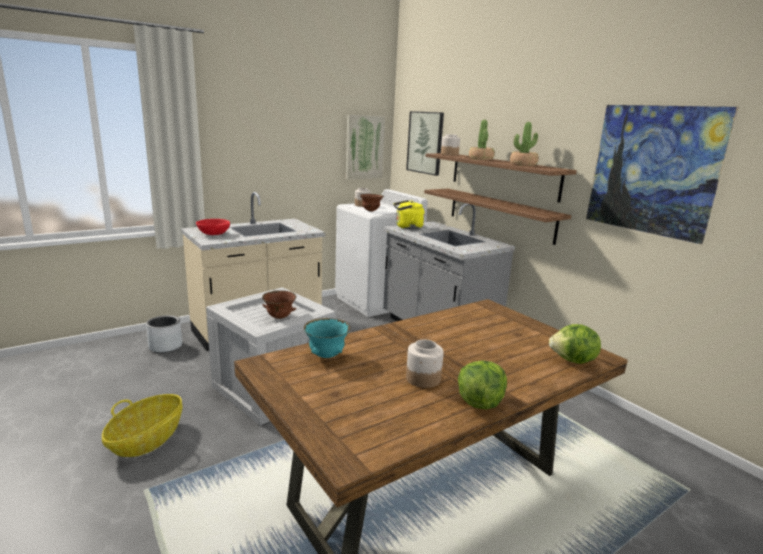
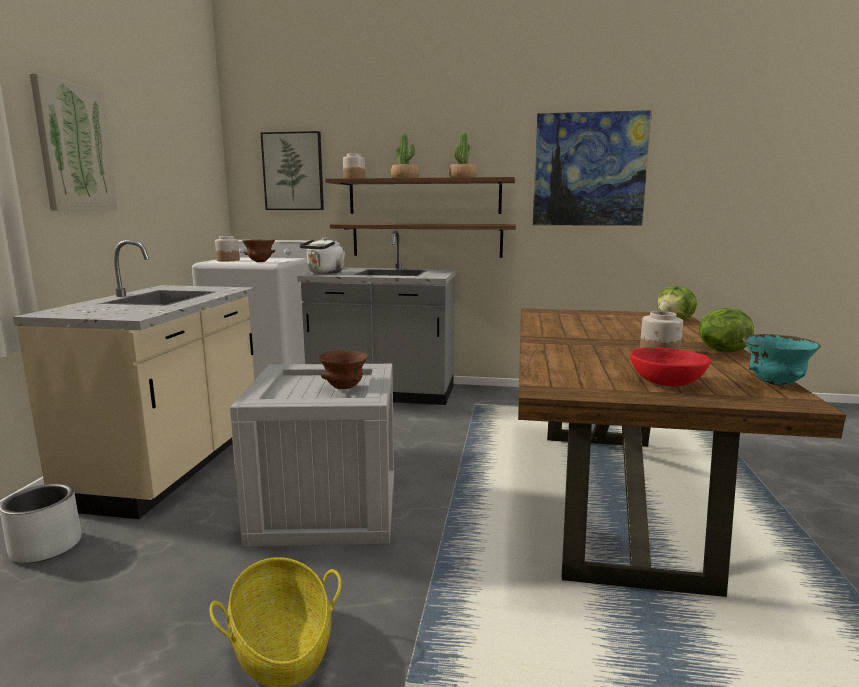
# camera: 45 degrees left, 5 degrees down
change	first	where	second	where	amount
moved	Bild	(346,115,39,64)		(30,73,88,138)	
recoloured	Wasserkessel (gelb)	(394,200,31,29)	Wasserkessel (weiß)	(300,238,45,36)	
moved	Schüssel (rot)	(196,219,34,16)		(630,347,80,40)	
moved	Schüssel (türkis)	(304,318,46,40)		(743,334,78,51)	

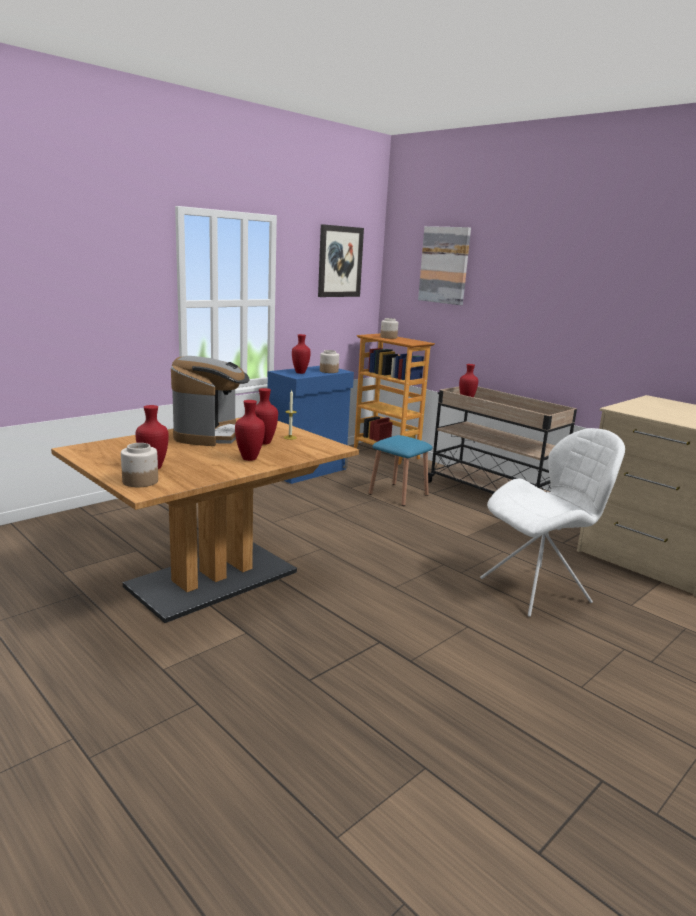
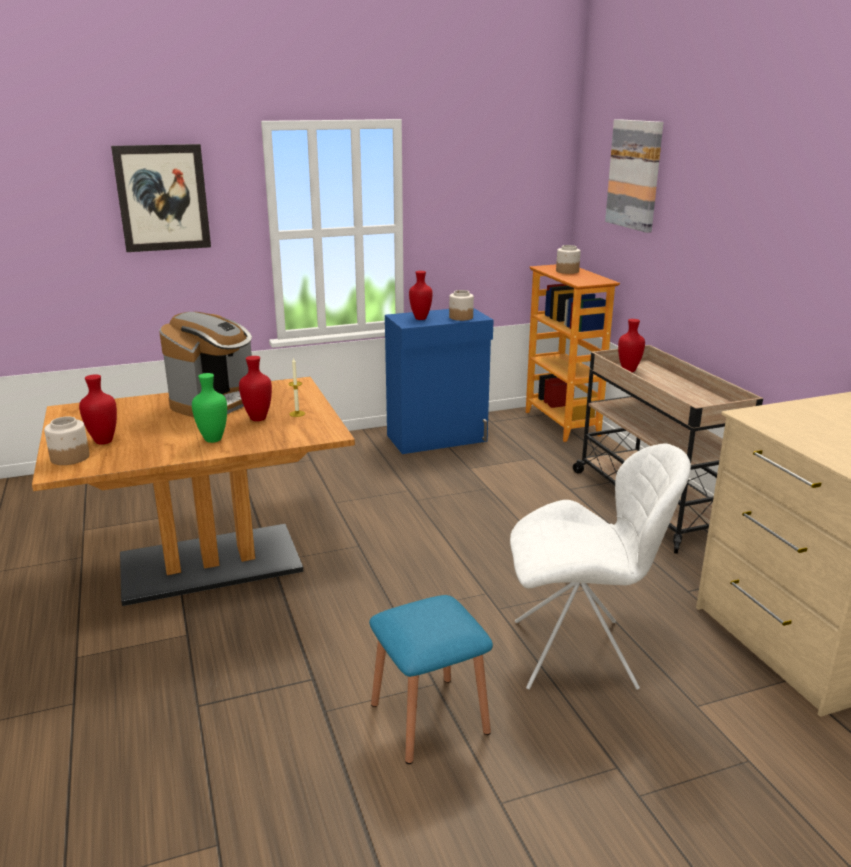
# camera: 25 degrees right, 5 degrees up
change	first	where	second	where	amount
moved	Bild	(318,224,46,73)		(111,144,100,108)	
recoloured	Vase (rot)	(235,400,30,61)	Vase (grün)	(192,373,35,70)	
moved	Hocker (blau)	(369,435,63,71)		(369,595,124,169)	

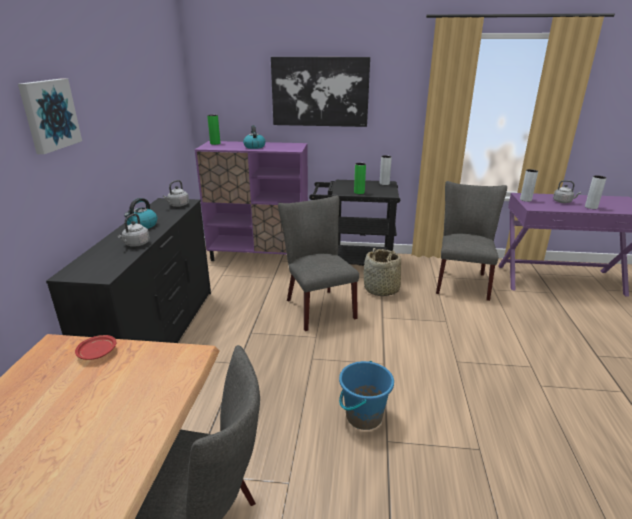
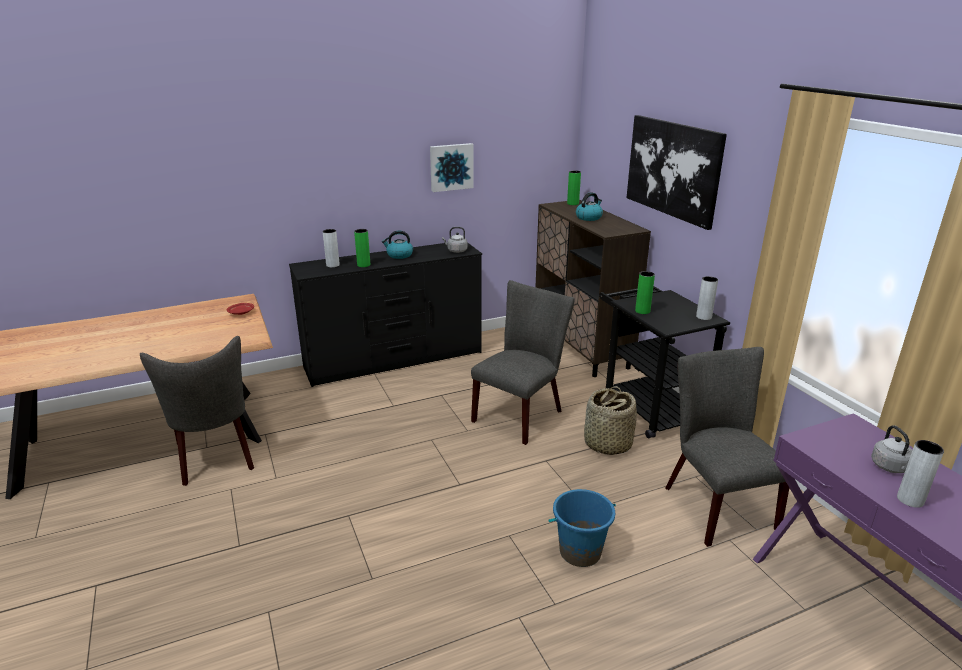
# camera: 60 degrees right, 0 degrees up
change	first	where	second	where	amount
moved	Bild	(18,78,64,76)		(430,143,44,49)	
recoloured	Schrank (lila)	(195,141,113,120)	Schrank (braun)	(536,199,115,178)	
moved	Vase (grau)	(520,169,18,33)		(323,229,17,39)	
turned	Stuhl (grau)	(436,181,71,120)		(665,347,124,200)	90 degrees counterclockwise
replaced	Wasserkessel (grau)	(117,213,33,34)	Vase (grün)	(354,229,16,38)	
moved	Eimer (blau)	(339,361,55,69)		(548,489,68,78)	

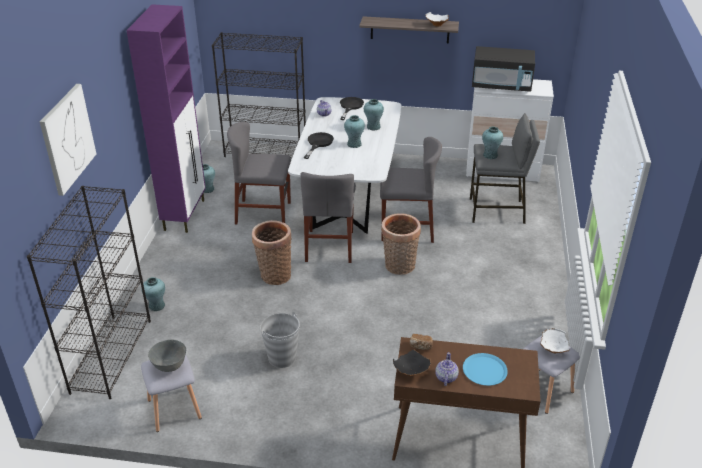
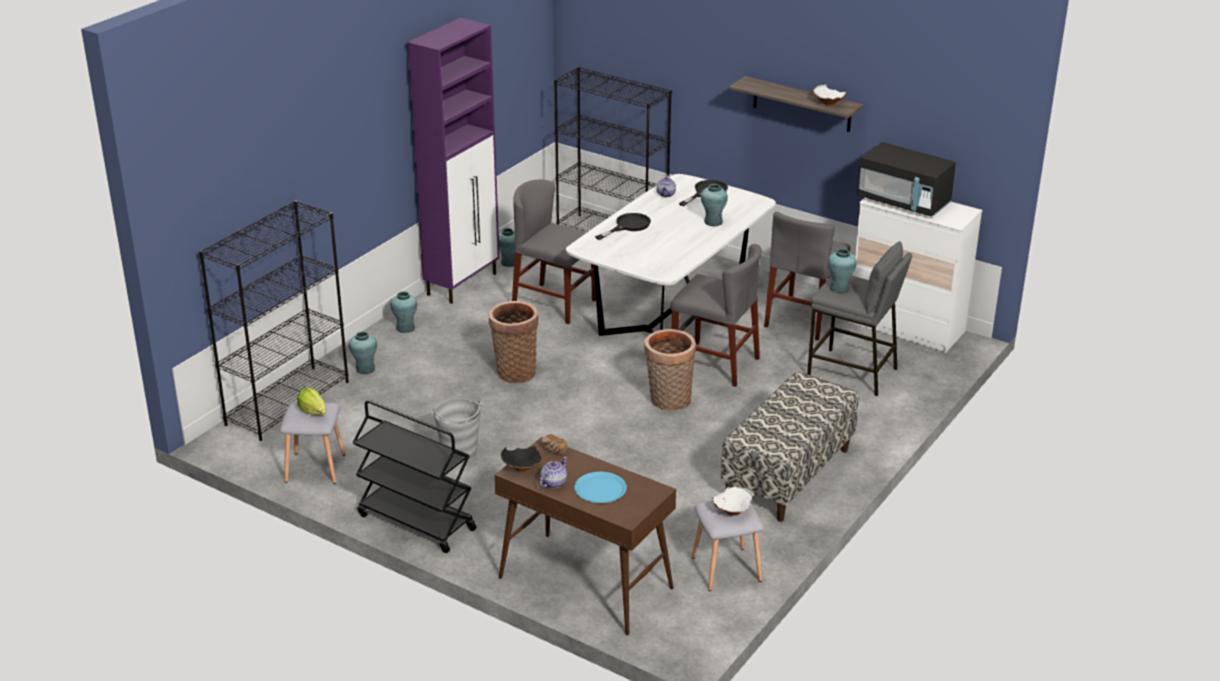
# camera: 25 degrees right, 5 degrees down
change	first	where	second	where	amount
removed	Bild	(40,84,56,112)			
moved	Vase (türkis)	(344,115,21,33)		(391,291,26,42)	
moved	Stuhl (grau)	(301,172,55,91)		(764,212,87,129)	
replaced	Schüssel (grau)	(148,340,38,32)	Salatkopf	(297,387,30,28)	
added			Bank	(721,372,138,150)	
added			Rollwagen (schwarz)	(353,400,123,153)	

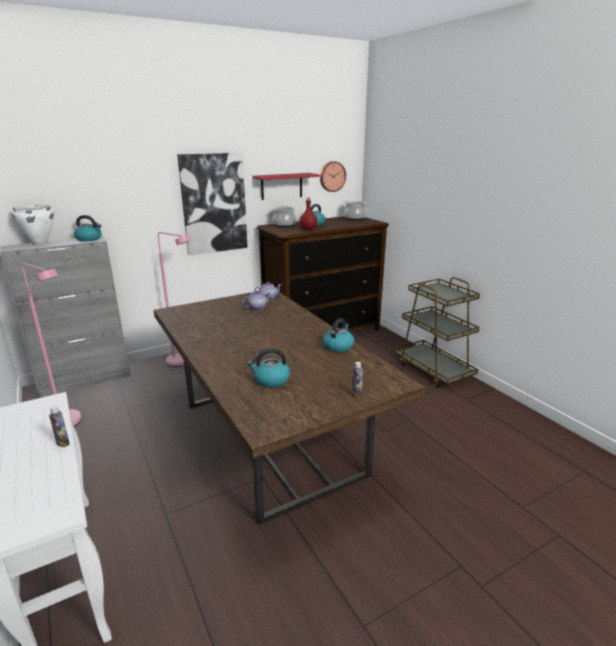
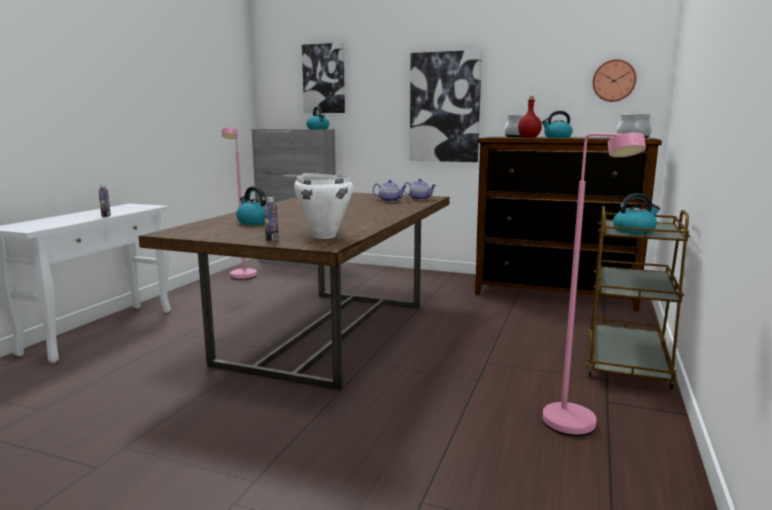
# camera: 50 degrees right, 10 degrees down
change	first	where	second	where	amount
removed	Wandregal (rot)	(253,173,66,27)			
moved	Kochtopf (weiß)	(12,205,42,41)		(294,173,59,66)	
moved	Stehlampe (rosa)	(158,232,33,135)		(543,133,103,303)	
moved	Wasserkessel	(323,318,31,34)		(613,193,47,41)	
added			Bild	(302,43,43,70)	

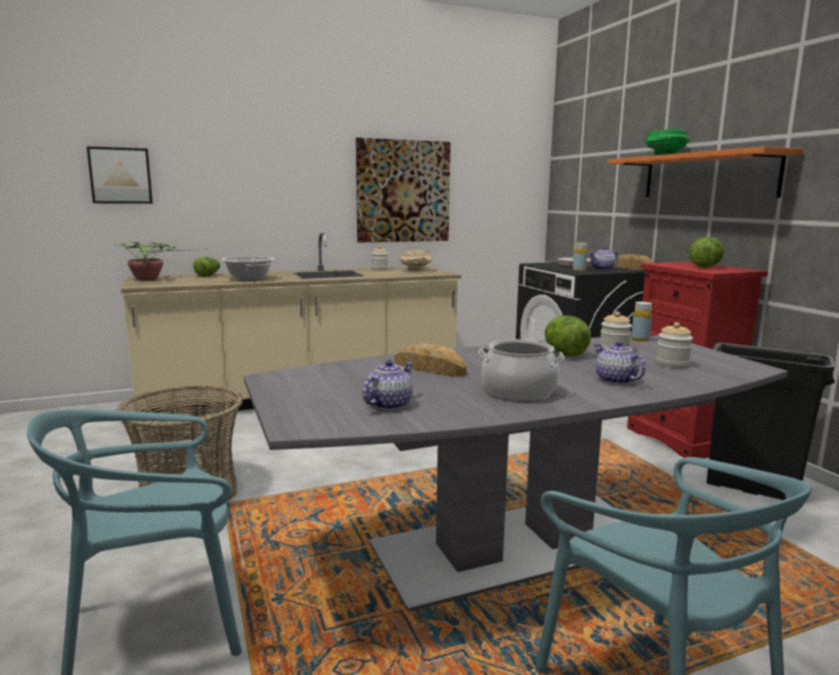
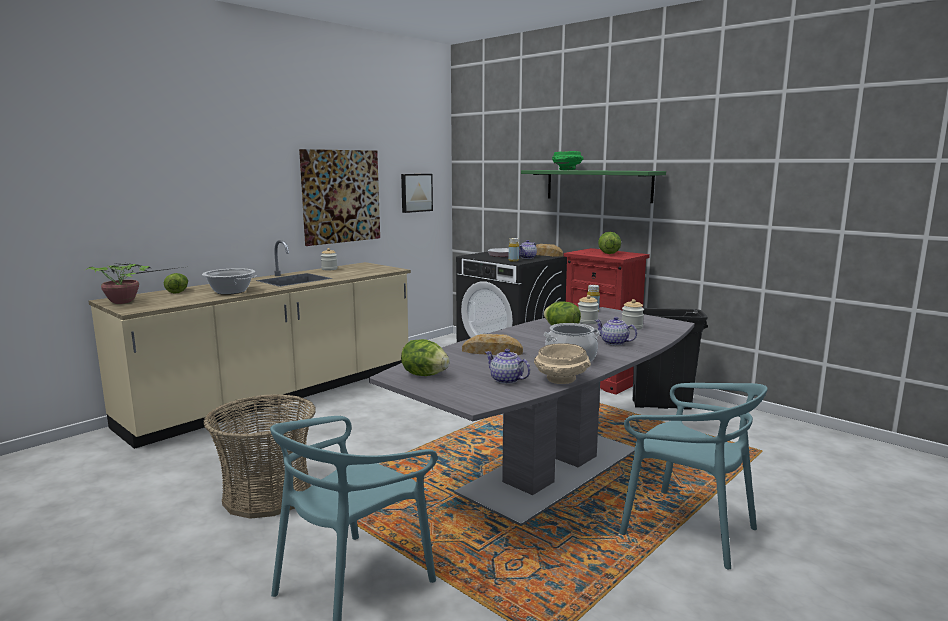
# camera: 25 degrees left, 0 degrees up
change	first	where	second	where	amount
moved	Bild	(87,147,66,57)		(401,174,32,39)	
recoloured	Wandregal (orange)	(608,147,196,50)	Wandregal (grün)	(521,170,145,33)	
moved	Schüssel (beige)	(399,250,34,21)		(534,343,57,41)	
turned	Teekanne	(362,360,51,50)		(485,349,45,35)	60 degrees counterclockwise
added			Salatkopf	(401,339,49,37)	

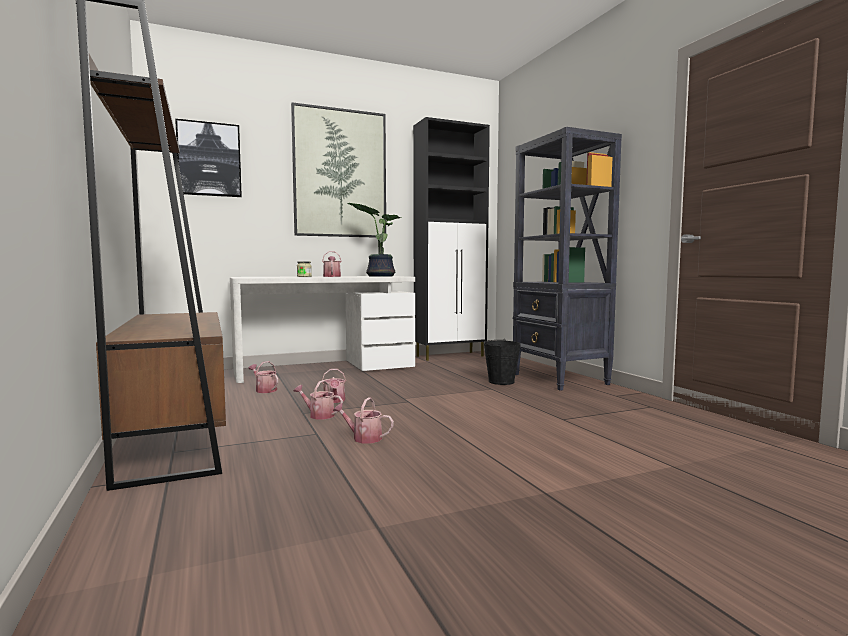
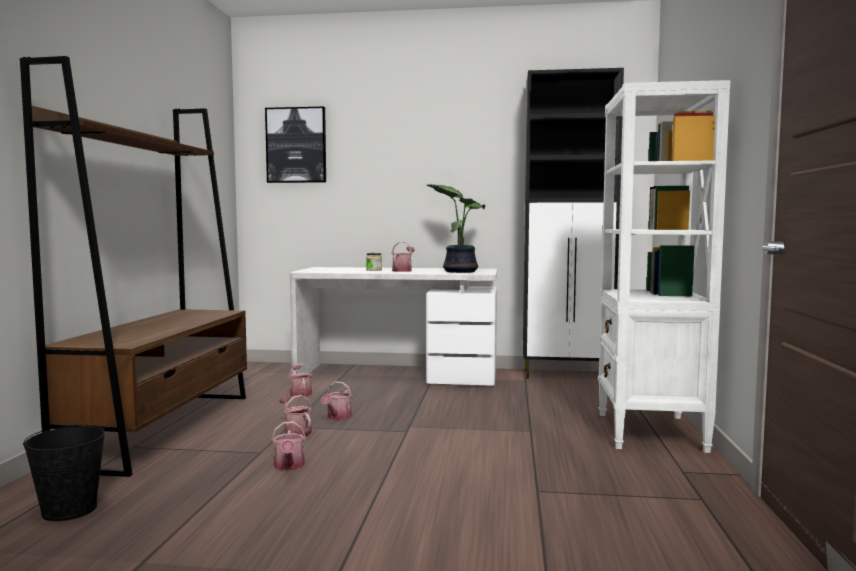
# camera: 30 degrees right, 0 degrees up
change	first	where	second	where	amount
removed	Bild	(291,102,95,136)			
recoloured	Bücherregal (schwarz)	(513,127,109,264)	Bücherregal (weiß)	(598,80,132,373)	
moved	Eimer (schwarz)	(483,339,38,46)		(23,425,82,96)	
turned	Gießkanne	(333,397,61,47)		(272,421,34,50)	150 degrees counterclockwise

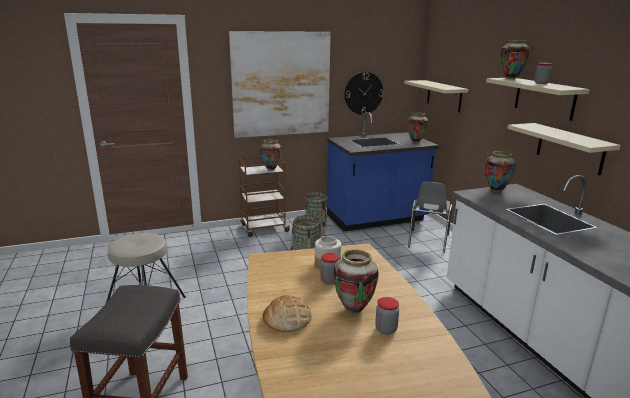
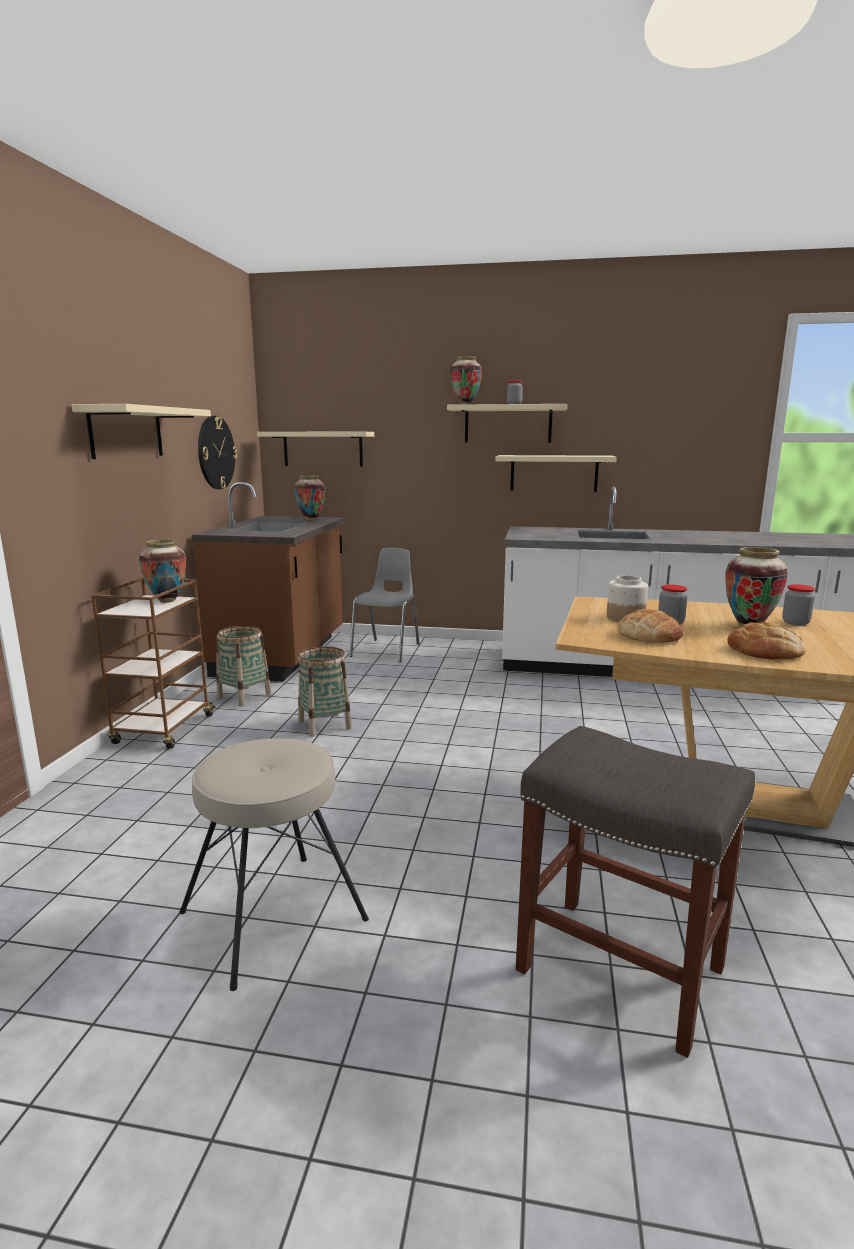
# camera: 60 degrees left, 5 degrees down
change	first	where	second	where	amount
replaced	Bild	(229,31,102,107)	Wandregal (beige)	(72,404,139,55)	
recoloured	Küchenzeile (blau)	(327,112,112,120)	Küchenzeile (braun)	(192,482,153,200)	
removed	Vase	(485,151,31,41)			
turned	Stuhl (grau)	(408,182,44,71)		(349,548,71,114)	120 degrees counterclockwise
added			Brot	(618,609,65,34)	

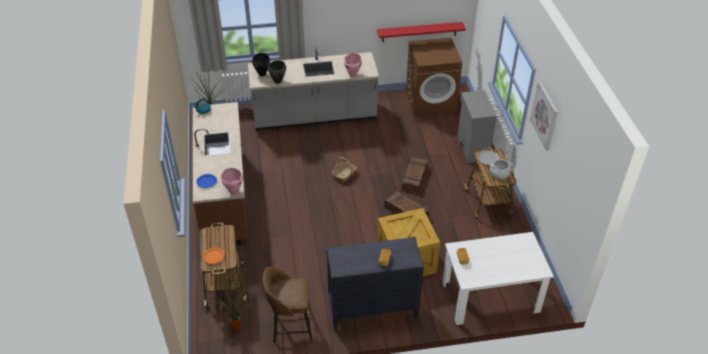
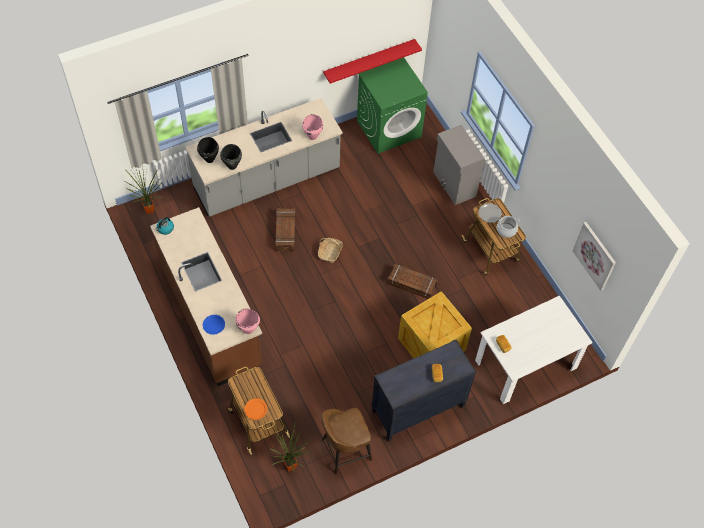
# camera: 20 degrees left, 15 degrees up
change	first	where	second	where	amount
recoloured	Waschmaschine (braun)	(406,38,56,78)	Waschmaschine (grün)	(357,57,71,97)	
moved	Bild	(530,81,28,70)		(573,222,43,69)	
moved	Kiste	(402,157,26,36)		(275,208,20,44)	

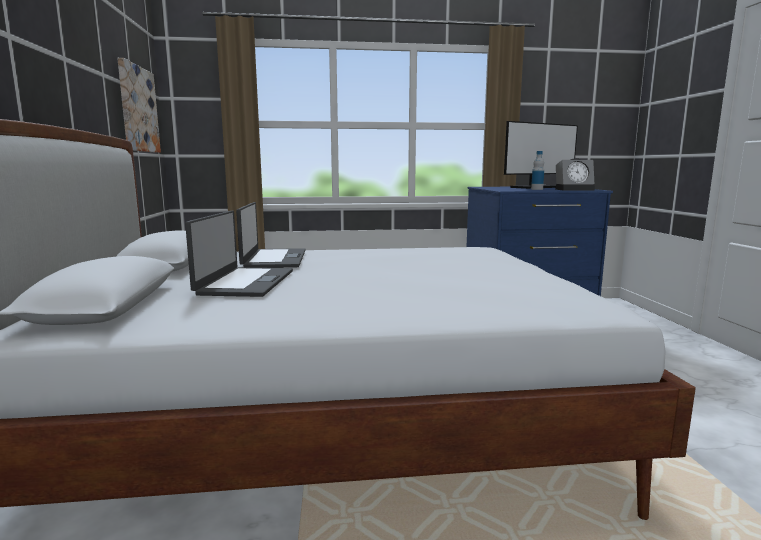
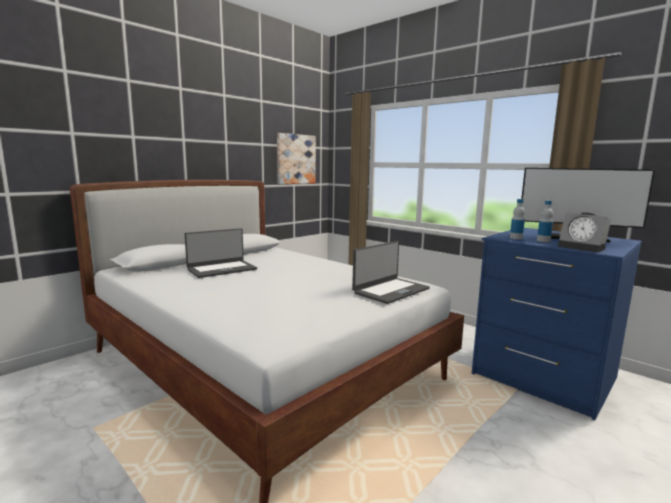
# camera: 50 degrees right, 0 degrees up
change	first	where	second	where	amount
moved	Laptop	(236,202,69,66)		(352,241,78,63)	
added			Flasche	(510,199,15,40)	

